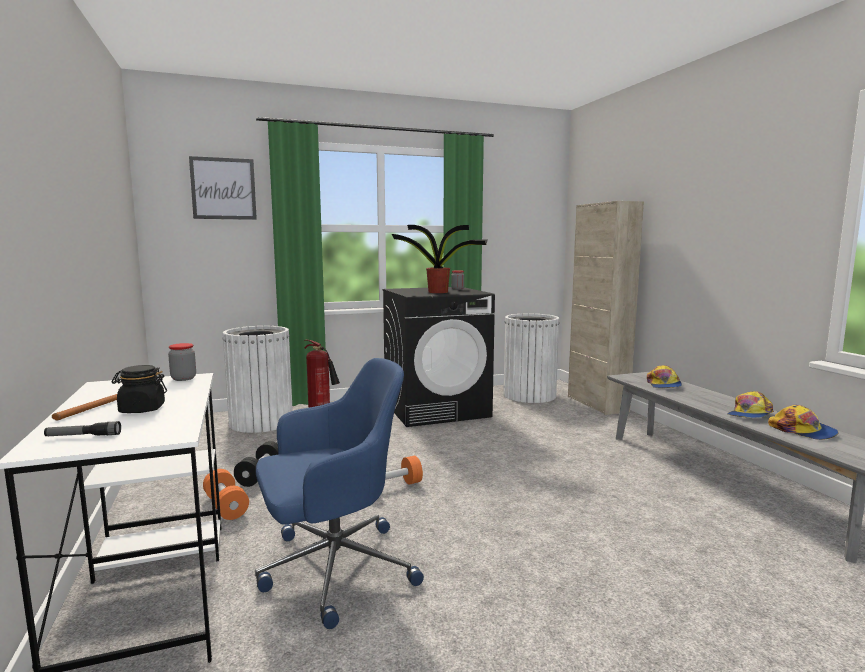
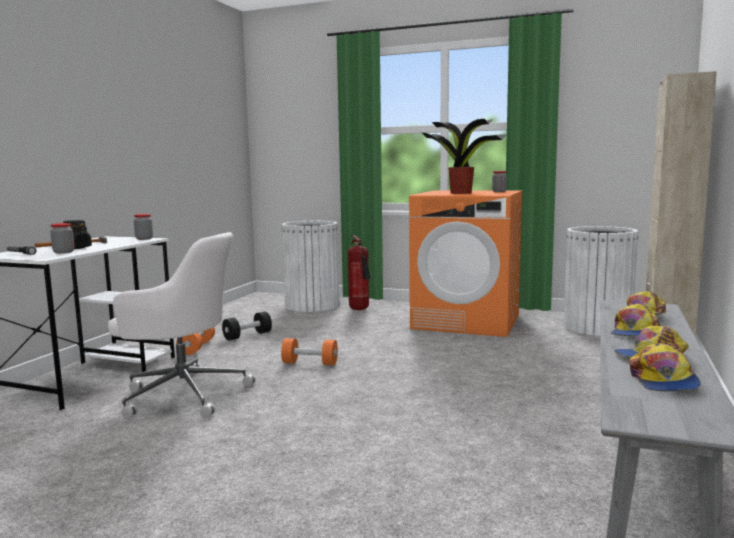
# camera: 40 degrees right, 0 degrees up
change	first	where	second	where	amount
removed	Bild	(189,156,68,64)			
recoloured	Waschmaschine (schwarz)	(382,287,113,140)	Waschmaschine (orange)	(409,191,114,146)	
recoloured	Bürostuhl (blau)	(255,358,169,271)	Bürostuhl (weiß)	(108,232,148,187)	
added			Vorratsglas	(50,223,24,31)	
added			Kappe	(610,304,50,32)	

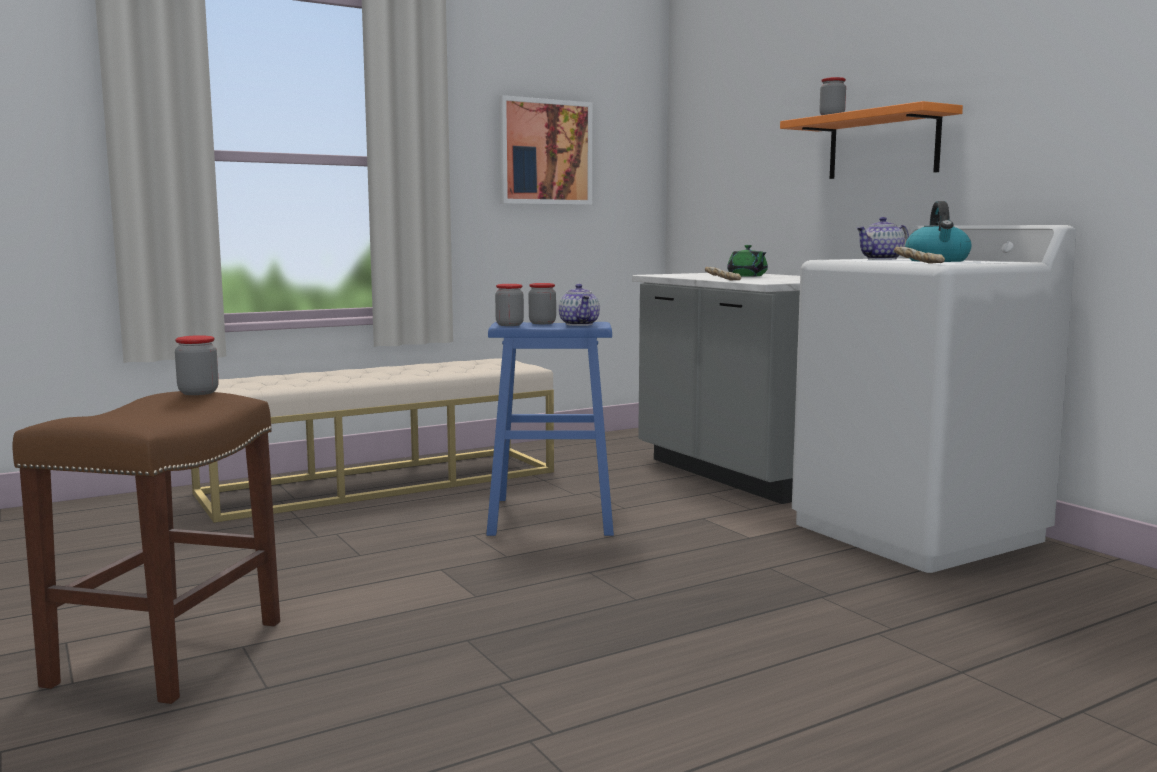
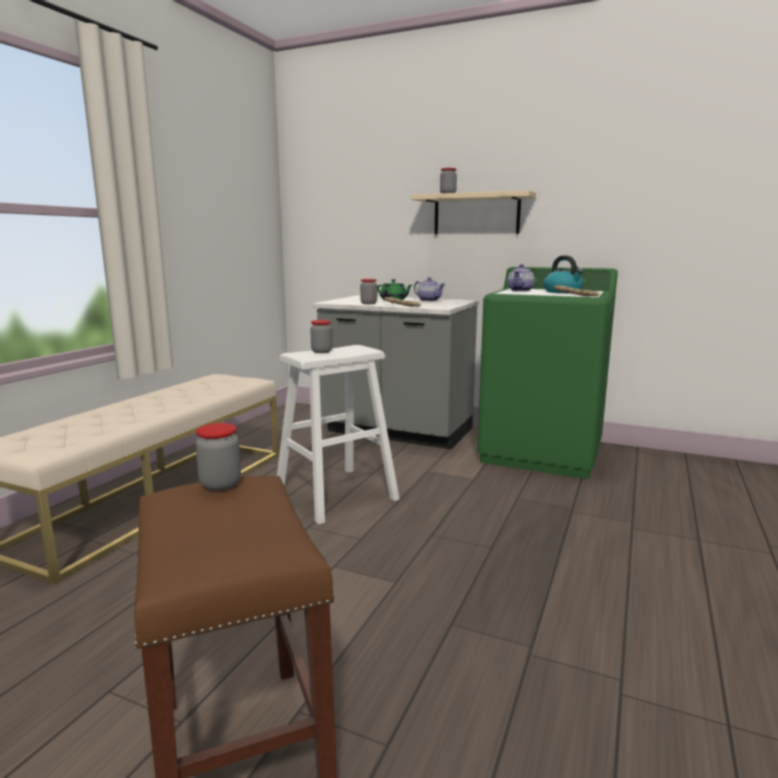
# camera: 35 degrees left, 5 degrees up
change	first	where	second	where	amount
removed	Bild	(499,95,93,110)			
recoloured	Wandregal (orange)	(780,101,183,78)	Wandregal (beige)	(410,190,126,44)	
recoloured	Waschmaschine (weiß)	(792,225,284,348)	Waschmaschine (grün)	(477,267,141,212)	
moved	Vorratsglas	(495,284,29,42)		(360,279,17,25)	
moved	Teekanne	(559,284,41,42)		(414,277,31,24)	
recoloured	Hocker (blau)	(486,322,128,214)	Hocker (weiß)	(277,345,122,179)	

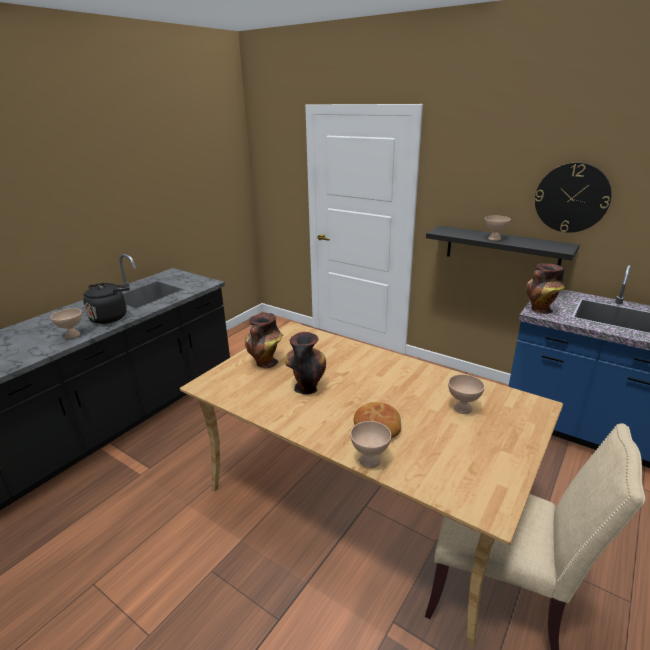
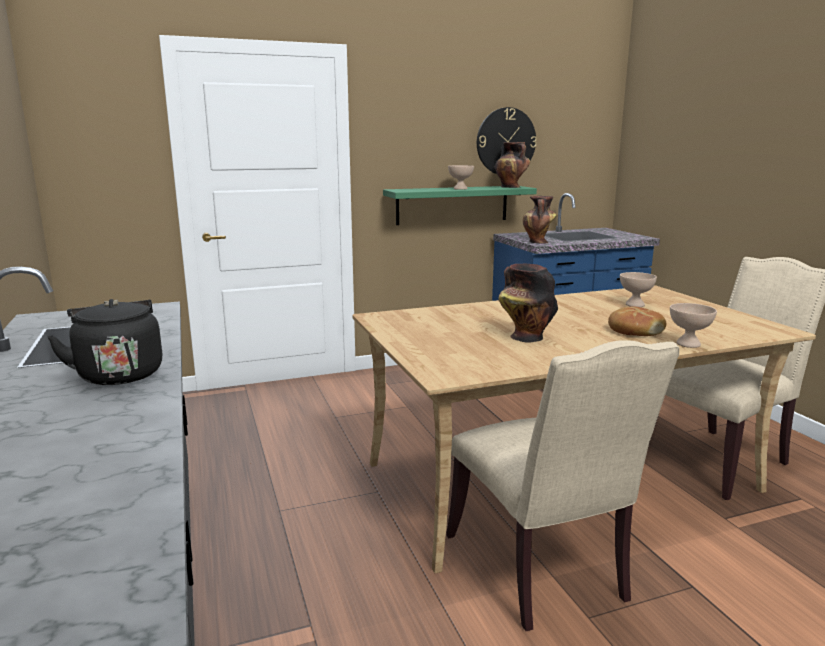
# camera: 55 degrees left, 10 degrees down
change	first	where	second	where	amount
recoloured	Wandregal (schwarz)	(426,226,154,40)	Wandregal (grün)	(383,186,154,39)	
removed	Schüssel (beige)	(50,308,32,31)			
moved	Vase	(245,313,38,55)		(495,142,35,46)	
added			Stuhl (beige)	(446,340,233,291)	

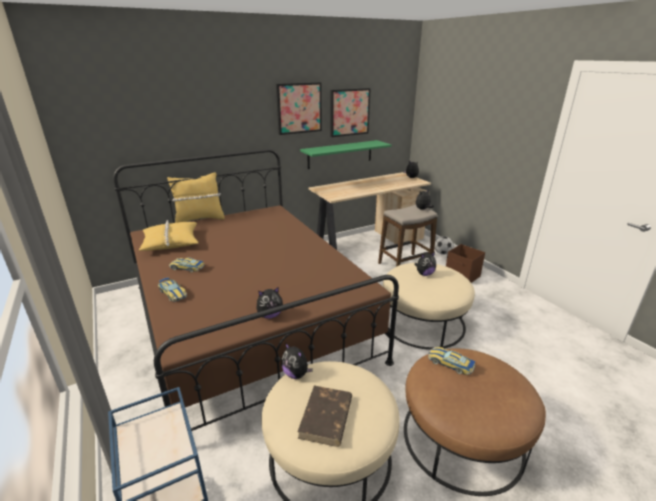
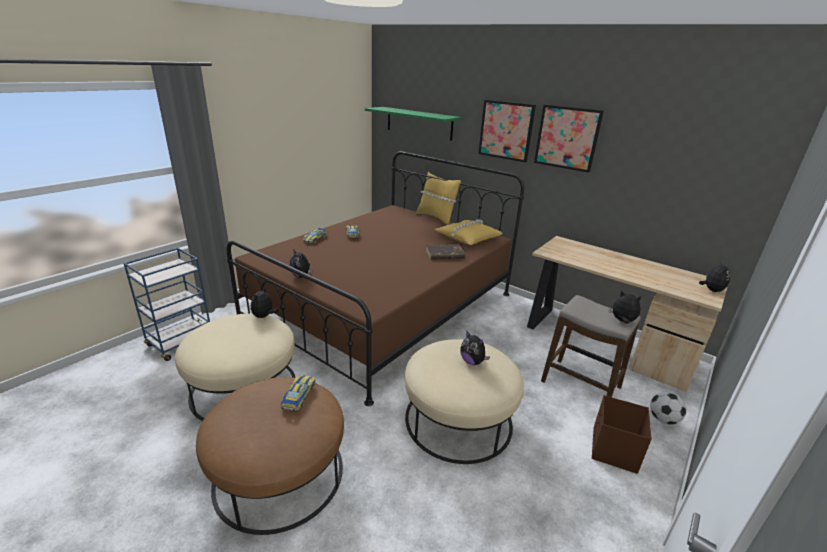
# camera: 65 degrees right, 0 degrees up
change	first	where	second	where	amount
moved	Bild	(330,88,41,49)		(478,100,58,62)	
moved	Wandregal (grün)	(300,140,92,29)		(365,107,96,34)	
moved	Kissen (gelb)	(139,220,59,31)		(435,219,68,26)	
moved	Buch (braun)	(298,386,54,61)		(426,245,39,15)	

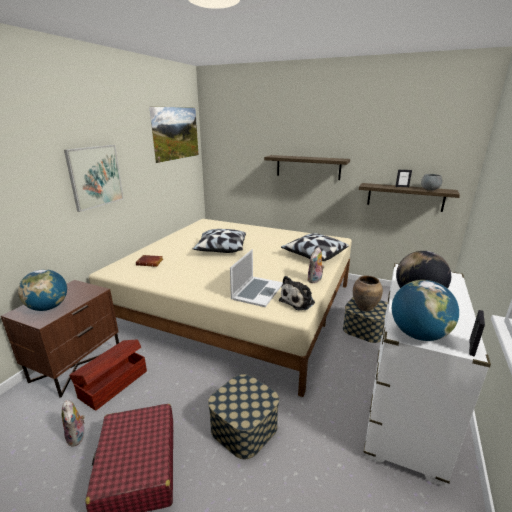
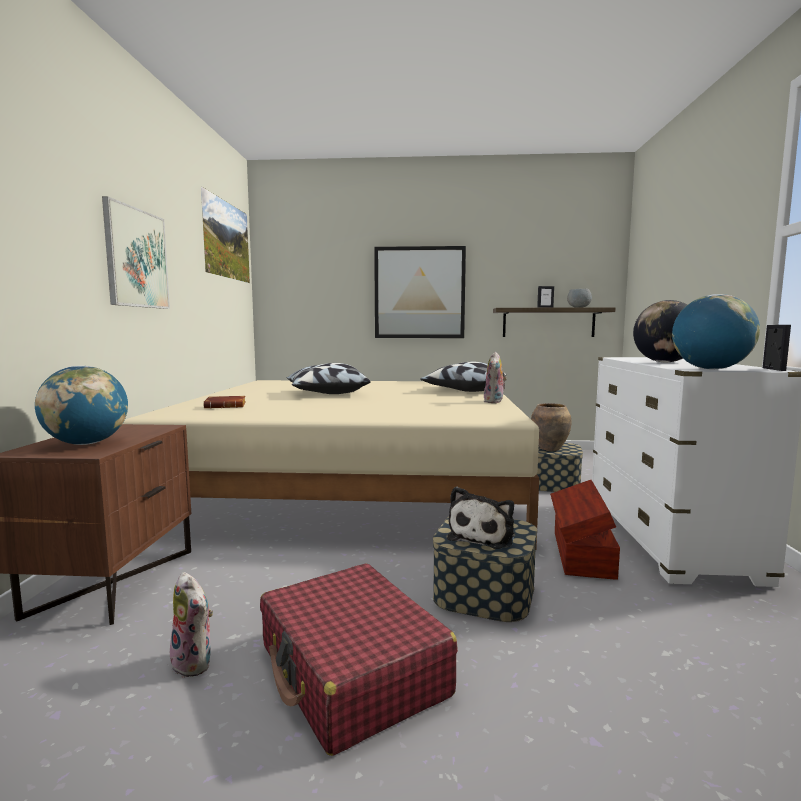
# camera: 20 degrees left, 15 degrees down
change	first	where	second	where	amount
replaced	Wandregal	(264,155,86,25)	Bild	(374,246,92,92)	
removed	Laptop	(230,249,53,58)			
moved	Plüschtier	(279,276,36,34)		(447,487,67,62)	
moved	Aufbewahrungsbox (braun)	(69,340,78,71)		(550,480,70,100)	

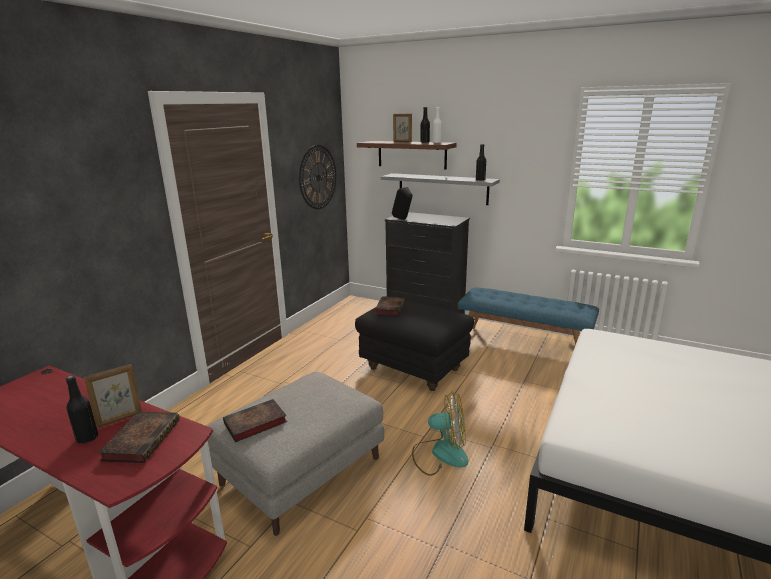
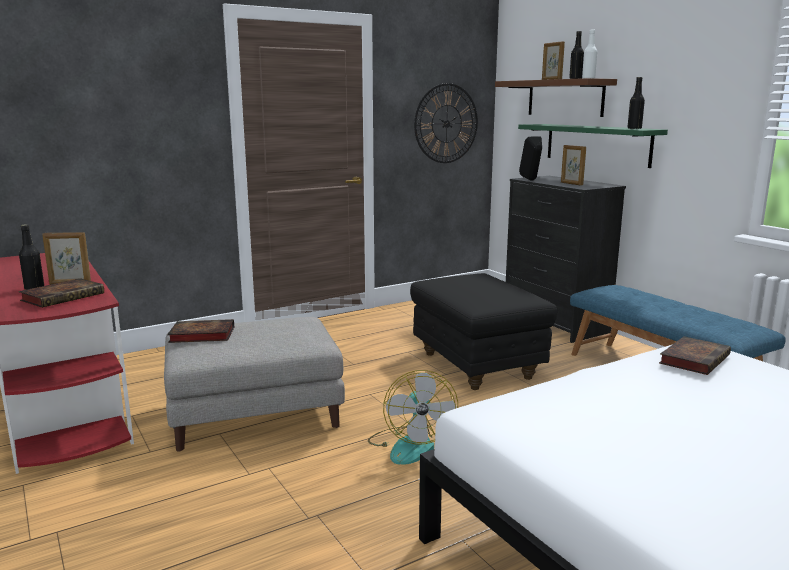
# camera: 30 degrees right, 5 degrees down
change	first	where	second	where	amount
recoloured	Wandregal (grau)	(381,173,119,32)	Wandregal (grün)	(518,124,150,44)	
moved	Buch	(375,296,30,20)		(659,336,72,39)	
turned	Ventilator	(412,392,56,84)		(368,370,90,95)	45 degrees clockwise
added			Bilderrahmen	(561,145,25,40)	

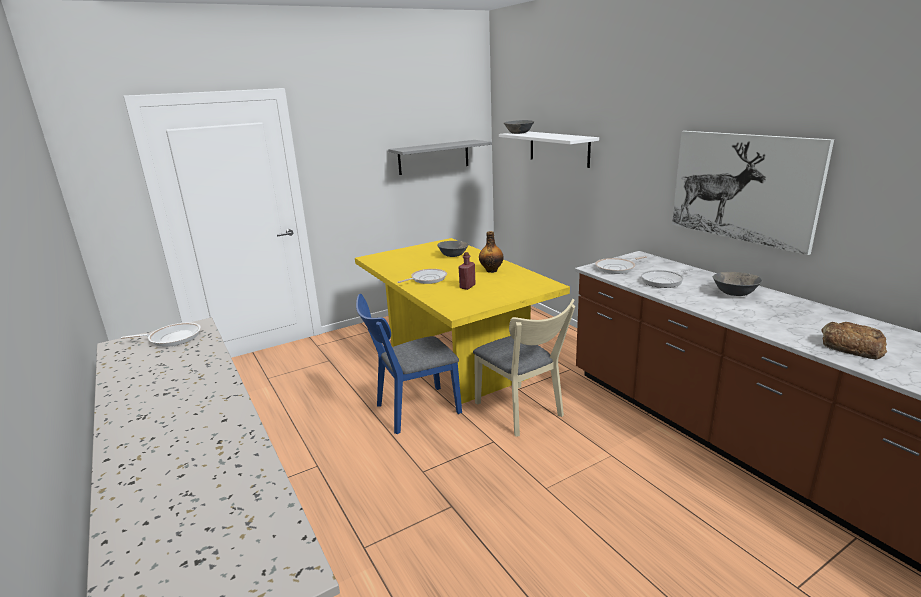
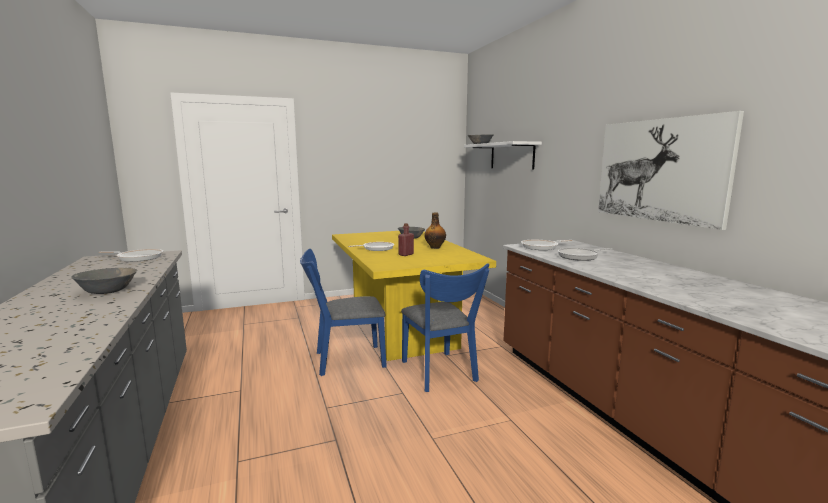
# camera: 10 degrees right, 10 degrees down
change	first	where	second	where	amount
removed	Wandregal (grau)	(388,140,104,35)			
moved	Schüssel (grau)	(713,272,49,24)		(71,268,66,26)	
recoloured	Stuhl (beige)	(473,299,102,138)	Stuhl (blau)	(401,263,88,129)	
removed	Brot	(821,322,66,38)			

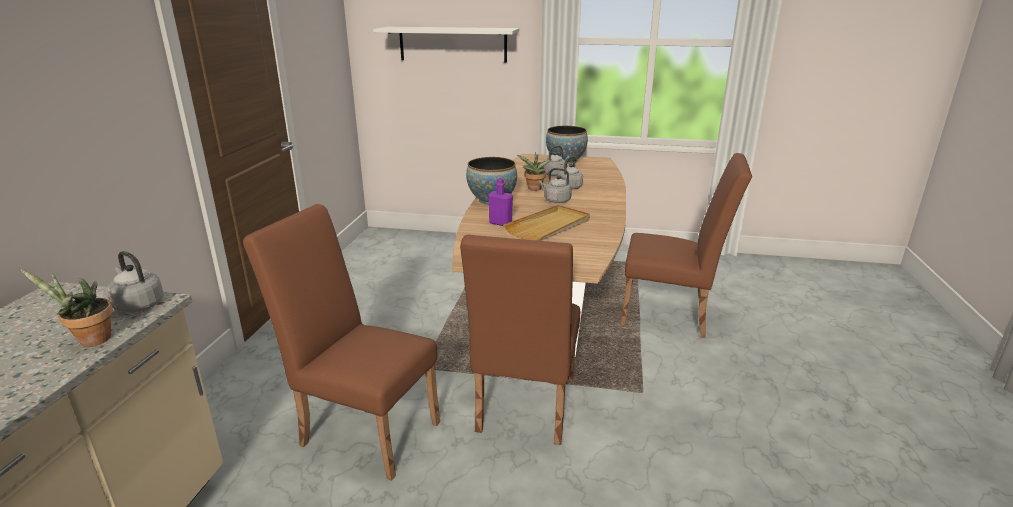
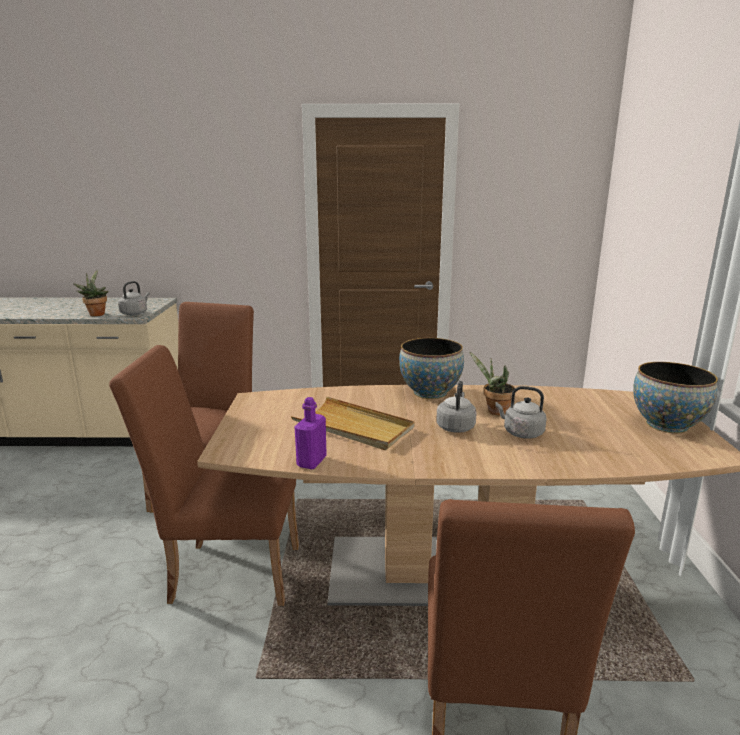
# camera: 80 degrees right, 5 degrees down
change	first	where	second	where	amount
removed	Wandregal (weiß)	(373,27,146,36)			
removed	Wasserkessel (grau)	(543,145,27,31)			
moved	Flasche (lila)	(488,178,25,48)		(295,397,32,72)	

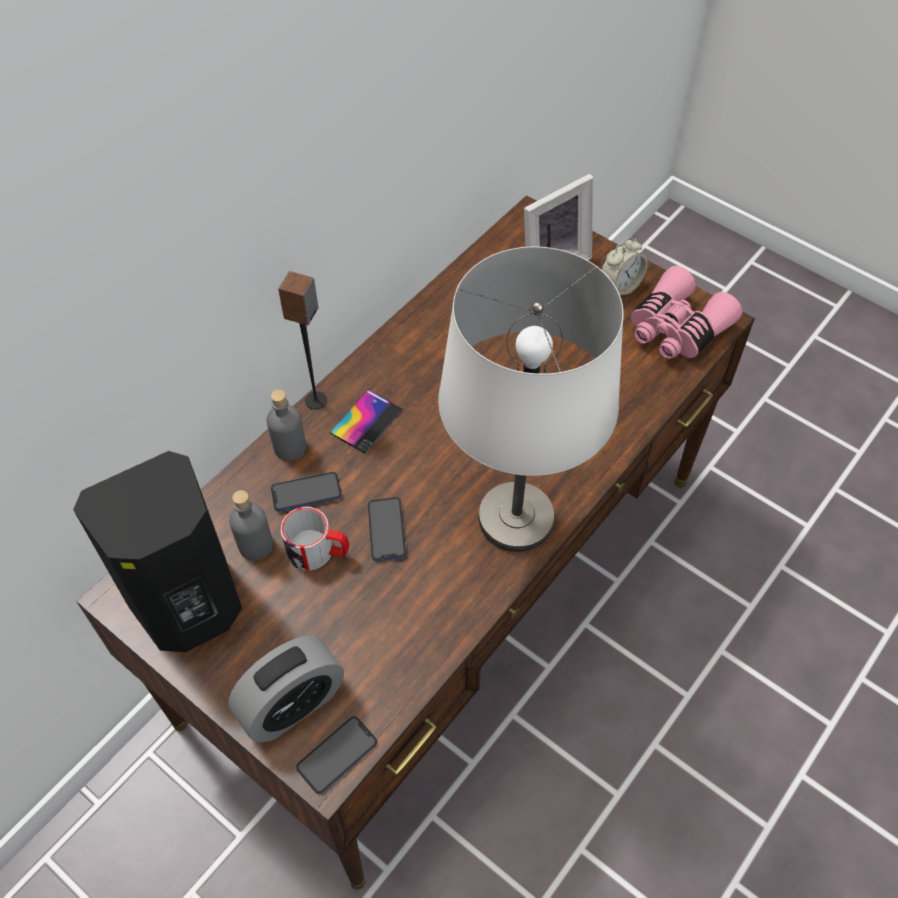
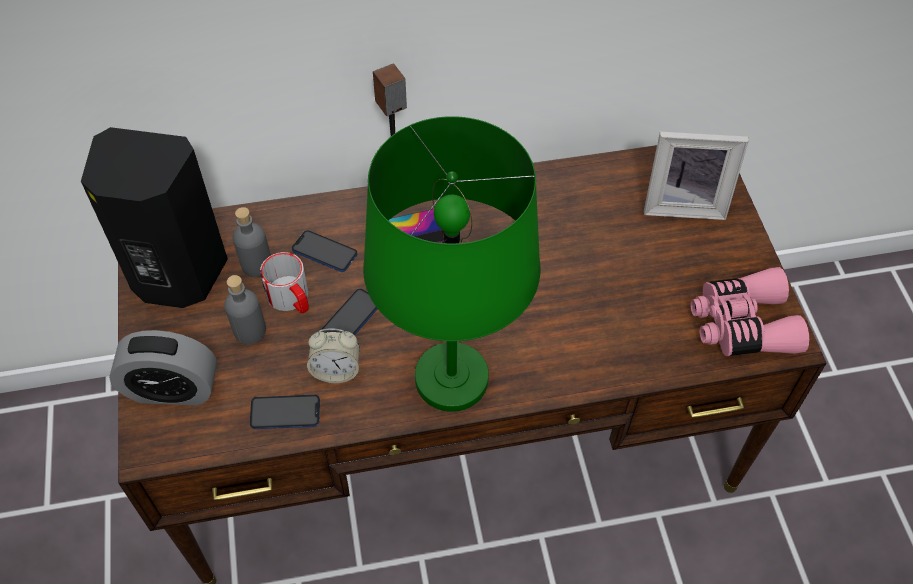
# camera: 40 degrees right, 0 degrees up
change	first	where	second	where	amount
moved	Wecker	(601,237,47,58)		(307,328,53,55)	
recoloured	Tischlampe (weiß)	(438,247,186,305)	Tischlampe (grün)	(363,116,177,296)	
moved	Flasche (grau)	(267,389,39,72)		(224,275,42,69)	
moved	Handy	(296,716,81,78)		(250,395,70,34)	

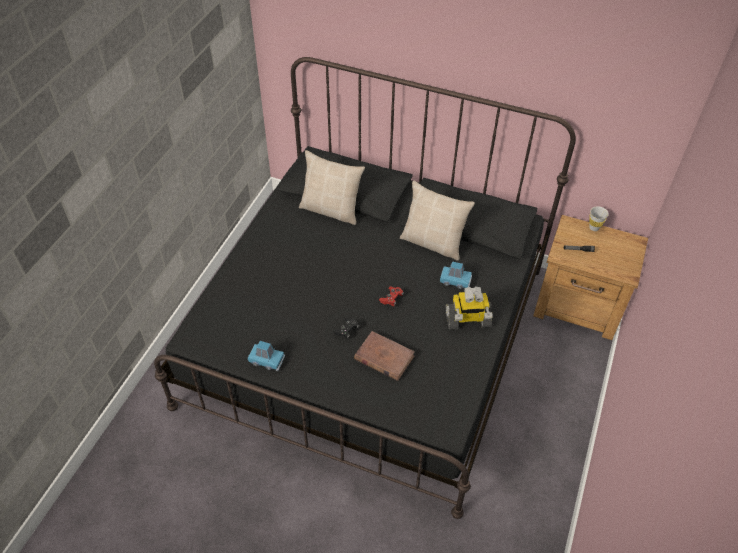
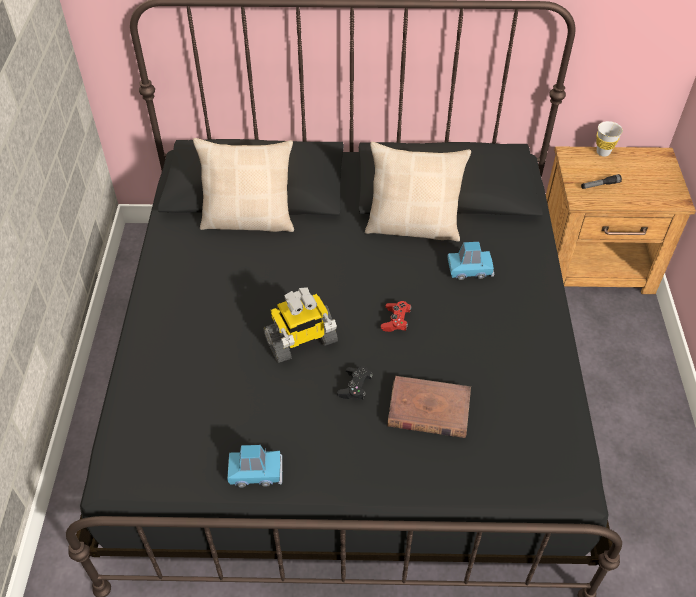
# camera: 20 degrees left, 0 degrees up
change	first	where	second	where	amount
moved	Spielzeugroboter	(446,286,46,44)		(263,287,75,76)	

